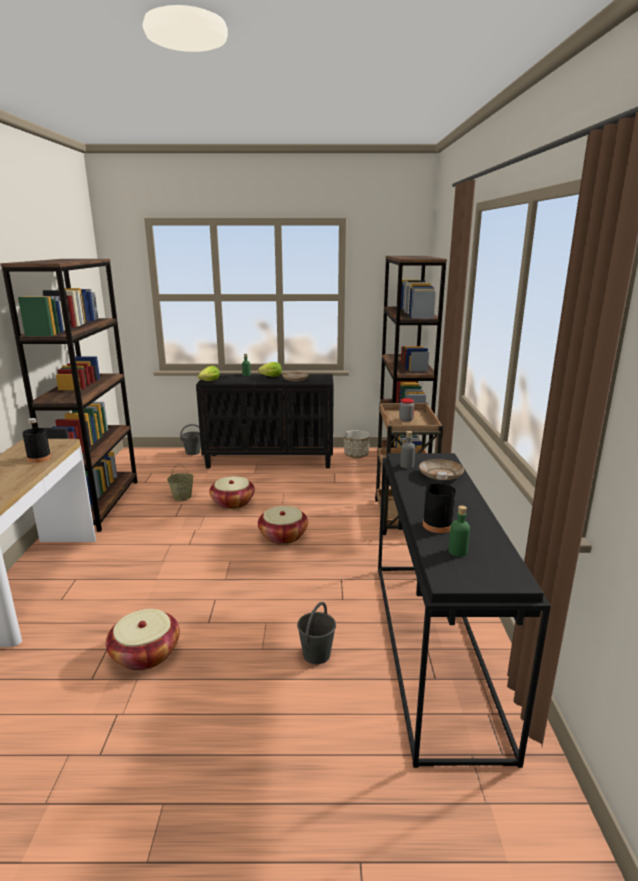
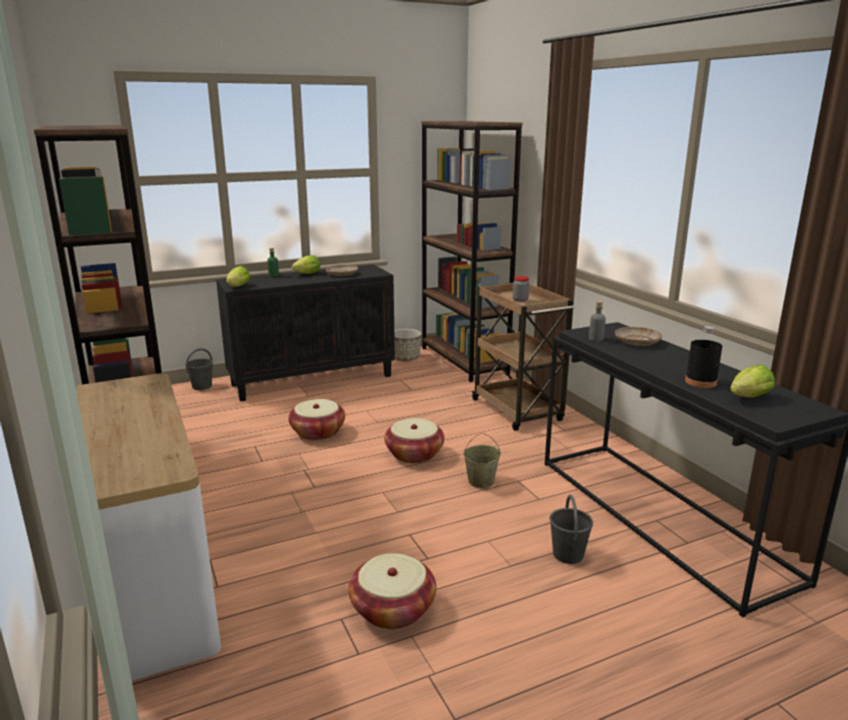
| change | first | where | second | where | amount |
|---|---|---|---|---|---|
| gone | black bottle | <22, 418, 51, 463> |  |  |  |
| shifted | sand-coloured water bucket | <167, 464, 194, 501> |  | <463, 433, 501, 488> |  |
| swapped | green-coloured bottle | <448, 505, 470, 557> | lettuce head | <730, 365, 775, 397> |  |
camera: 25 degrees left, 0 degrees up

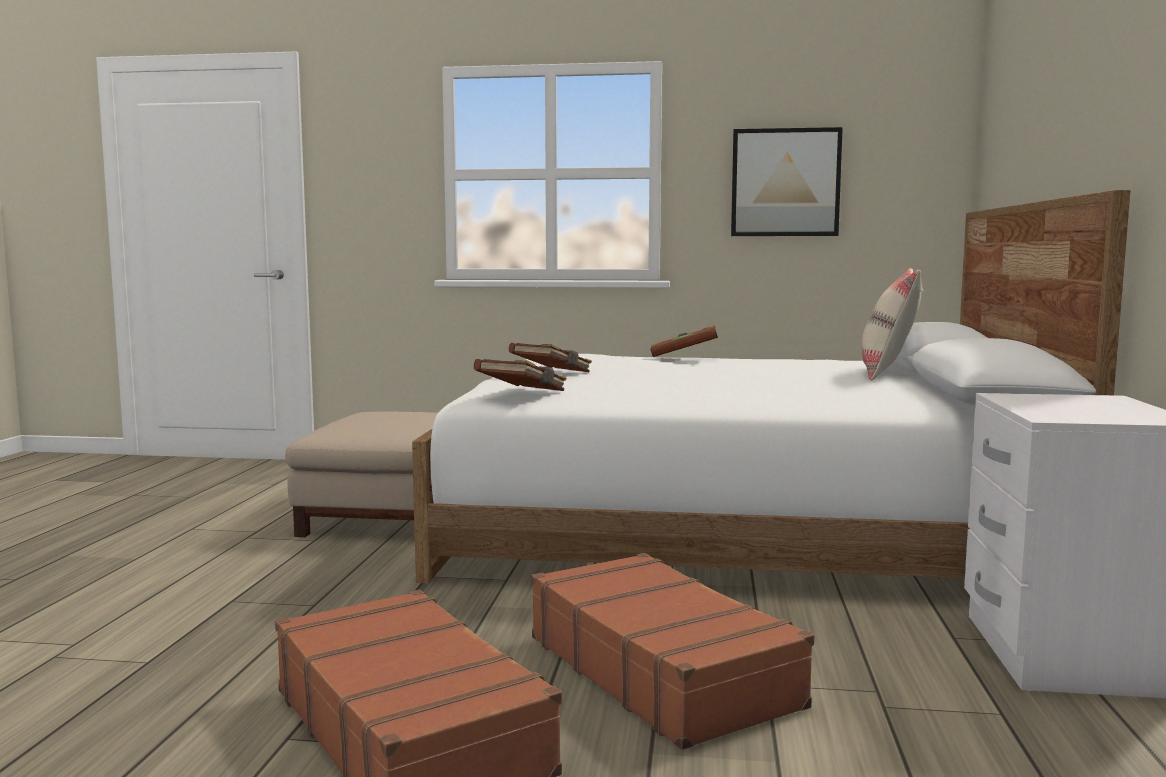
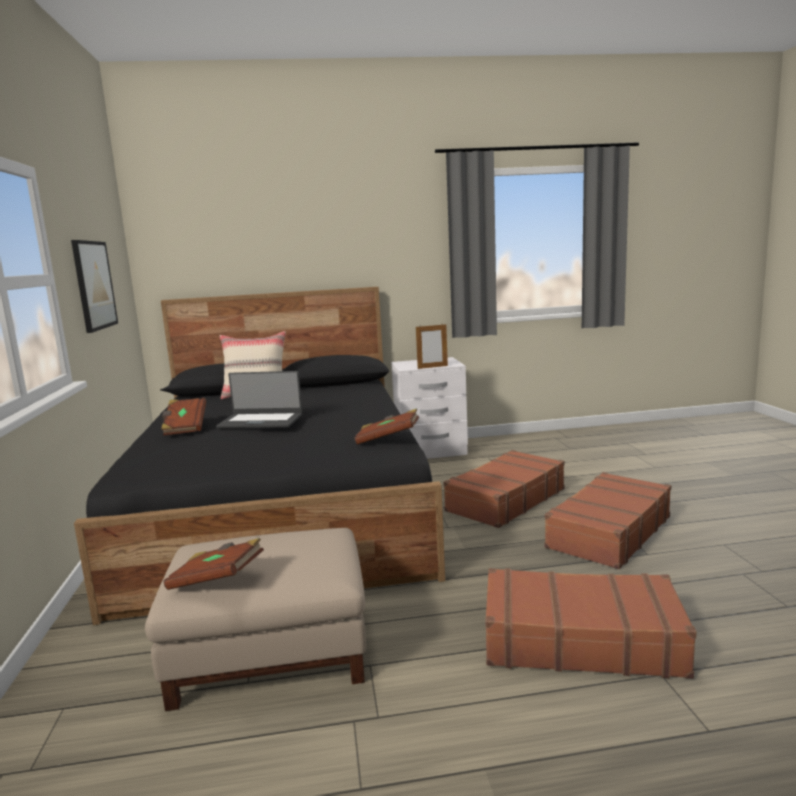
| change | first | where | second | where | amount |
|---|---|---|---|---|---|
| repainted | white sleeping bed | <412, 190, 1130, 584> | black sleeping bed | <74, 287, 445, 625> |  |
| shifted | brown-coloured volume | <509, 343, 592, 372> |  | <164, 538, 264, 590> |  |
| new |  |  | standing frame | <416, 324, 448, 369> |  |
| new |  |  | portable computer | <216, 371, 302, 428> |  |
| new |  |  | brown-coloured piece of luggage | <485, 568, 697, 679> |  |
camera: 105 degrees left, 5 degrees up

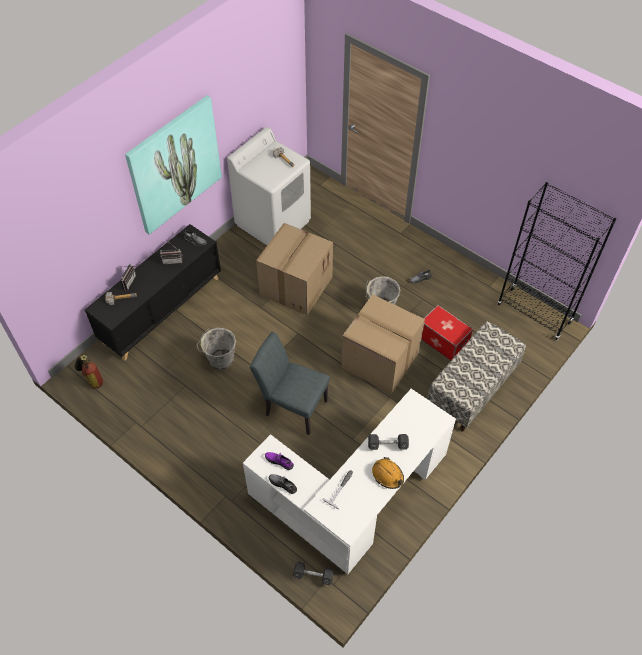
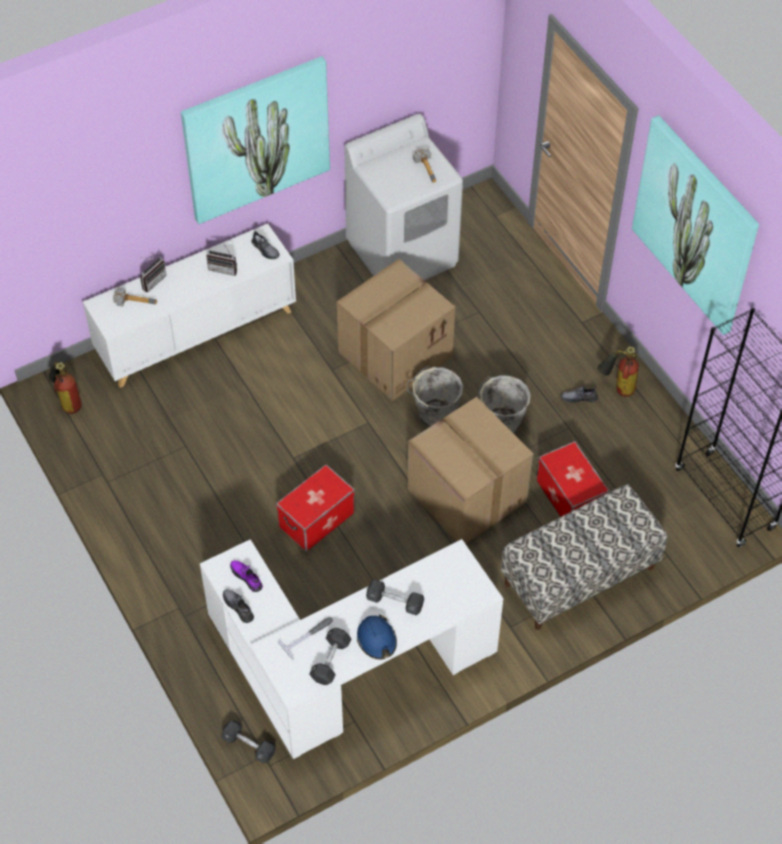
| change | first | where | second | where | amount |
|---|---|---|---|---|---|
| repainted | black cabinet | <85, 224, 221, 361> | white cabinet | <83, 224, 296, 388> |  |
| shifted | grey water bucket | <196, 328, 236, 370> |  | <407, 365, 463, 427> |  |
| swapped | grey chair | <250, 332, 330, 435> | storage bin | <276, 465, 355, 552> |  |
| repainted | orange-coloured work helmet | <372, 457, 404, 489> | blue work helmet | <357, 615, 397, 660> |  |
| new |  |  | wall picture | <632, 115, 759, 335> |  |
| new |  |  | fire extinguisher | <597, 346, 639, 397> |  |
| new |  |  | black free weight | <309, 628, 352, 685> |  |
camera: 20 degrees right, 0 degrees up

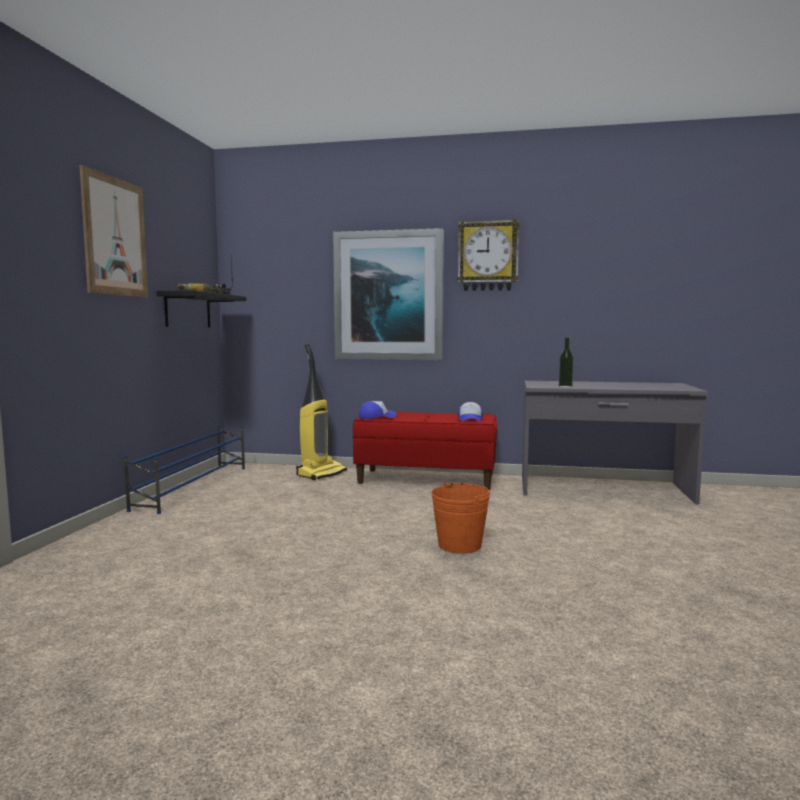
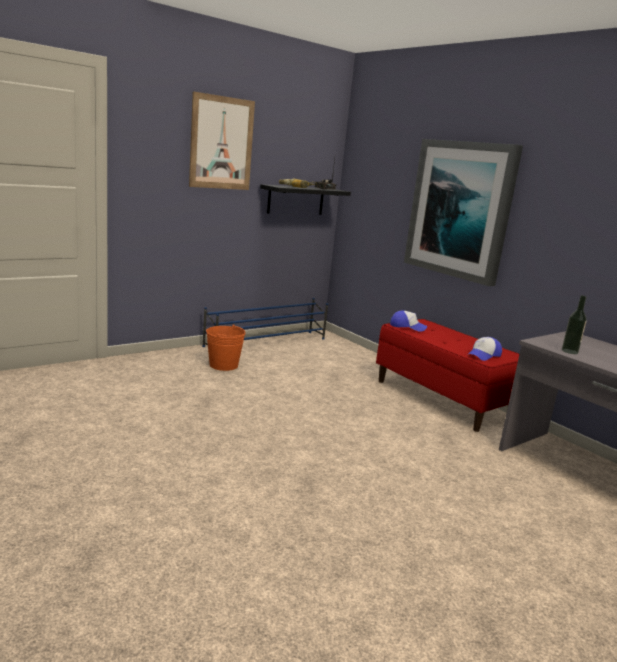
| change | first | where | second | where | amount |
|---|---|---|---|---|---|
| gone | hanging clock | <458, 219, 519, 291> |  |  |  |
| gone | hoover | <296, 343, 347, 481> |  |  |  |
| shifted | orange-coloured water bucket | <431, 482, 490, 554> |  | <206, 324, 245, 371> |  |
camera: 40 degrees right, 10 degrees up

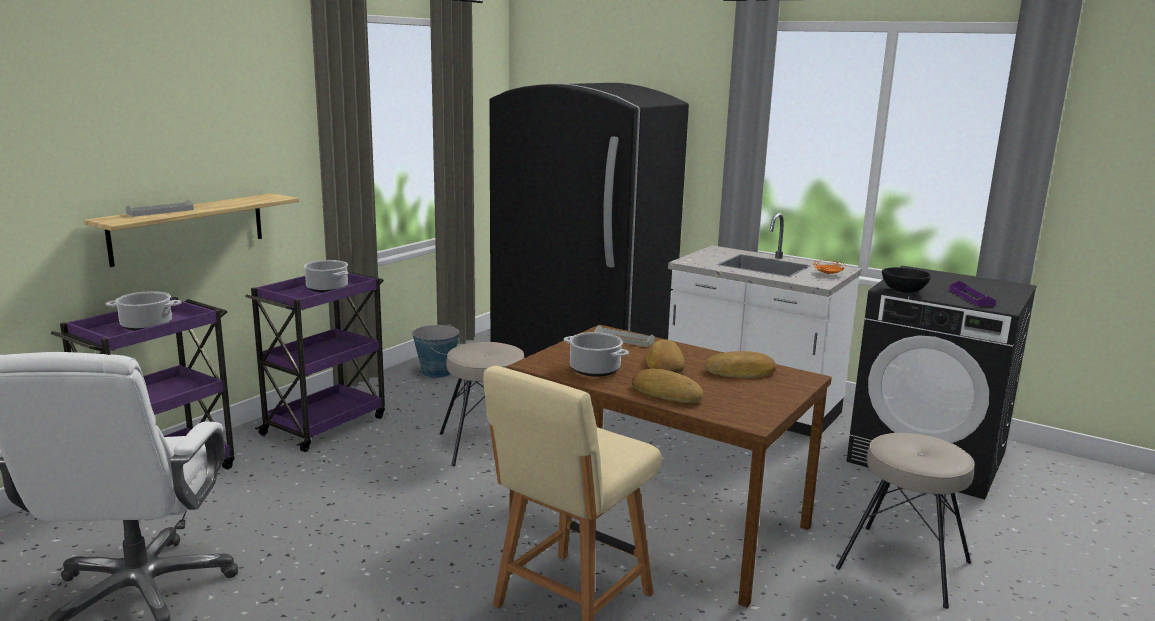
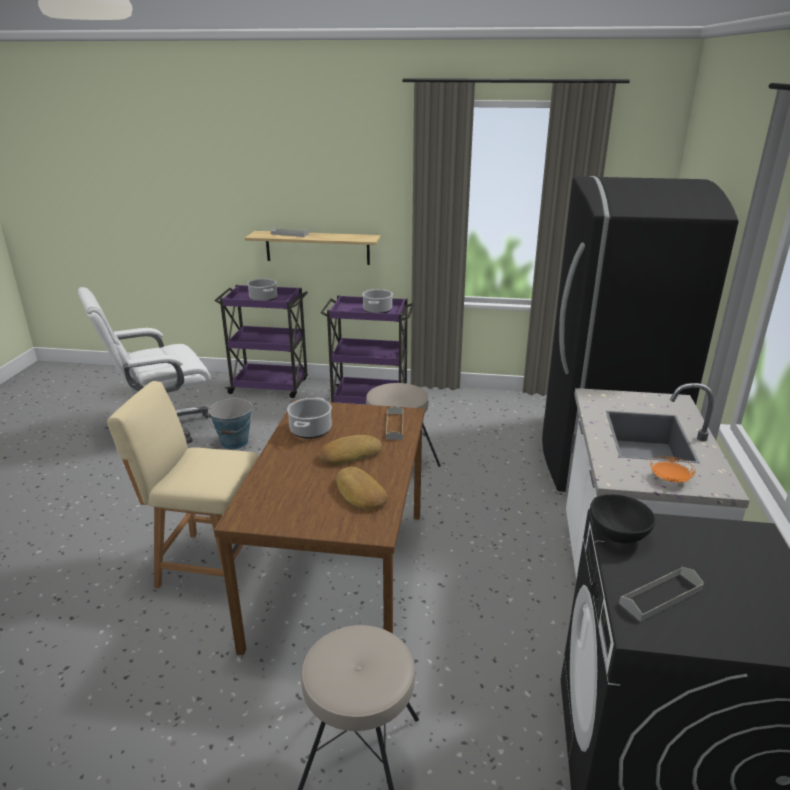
| change | first | where | second | where | amount |
|---|---|---|---|---|---|
| repainted | purple-coloured tray | <949, 281, 996, 306> | grey tray | <619, 567, 704, 622> |  |
| shifted | water bucket | <412, 324, 460, 378> |  | <208, 398, 252, 450> |  |
| gone | bakery bread | <631, 369, 704, 403> |  |  |  |
camera: 65 degrees right, 10 degrees up

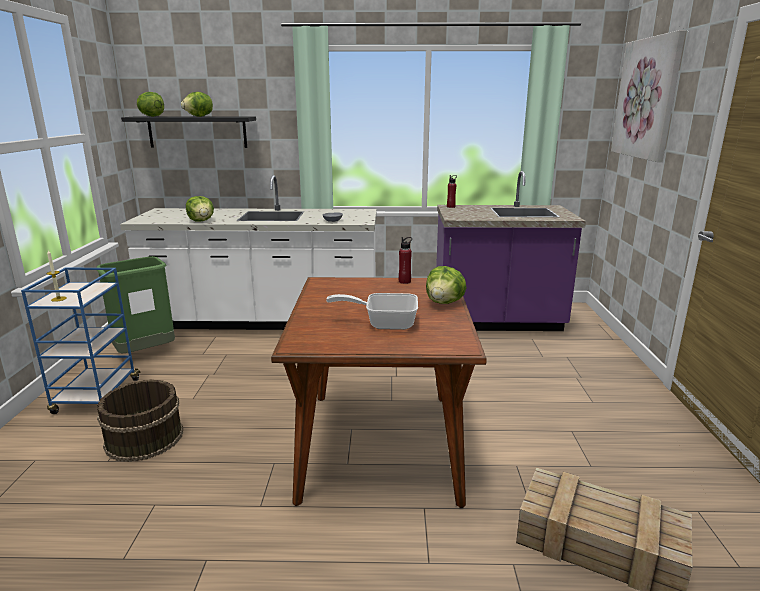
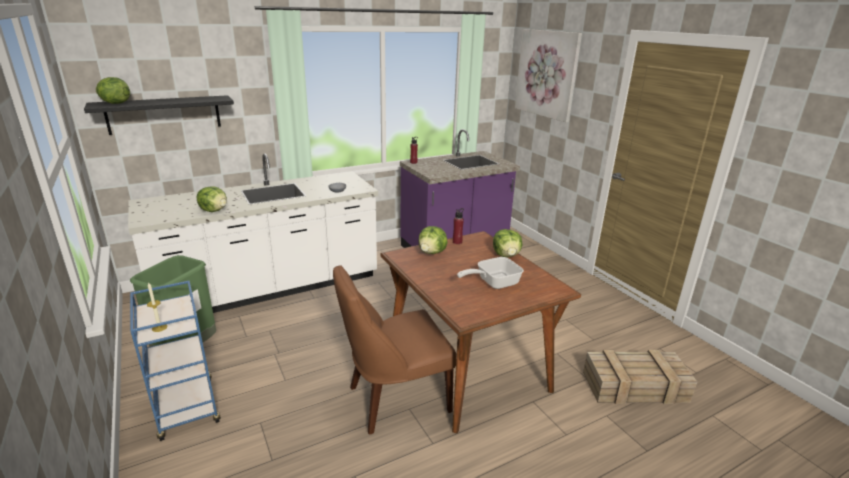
| change | first | where | second | where | amount |
|---|---|---|---|---|---|
| shifted | lettuce head | <181, 92, 213, 117> |  | <418, 226, 448, 254> |  |
| gone | brown-coloured water bucket | <97, 380, 183, 462> |  |  |  |
| new |  |  | brown-coloured chair | <333, 265, 456, 435> |  |
camera: 30 degrees left, 5 degrees up

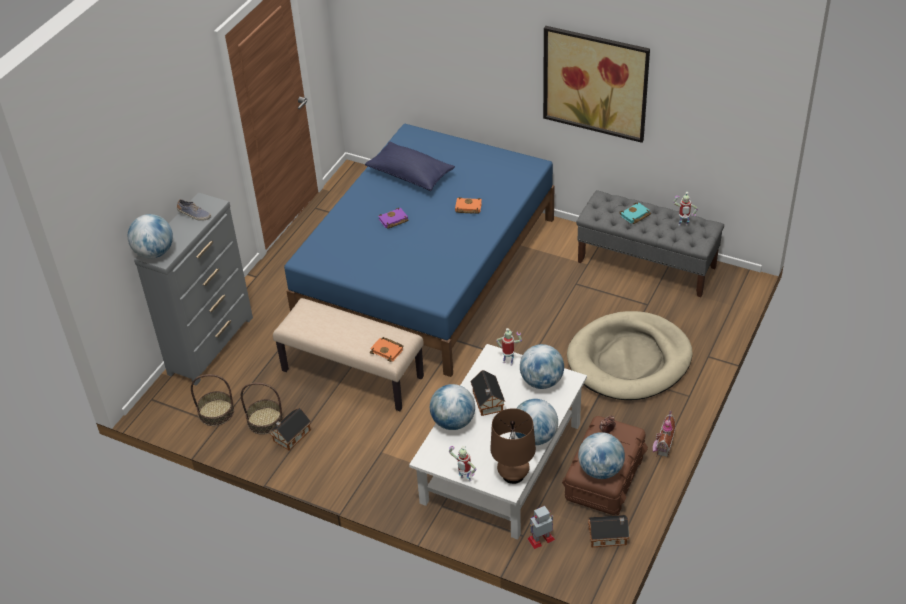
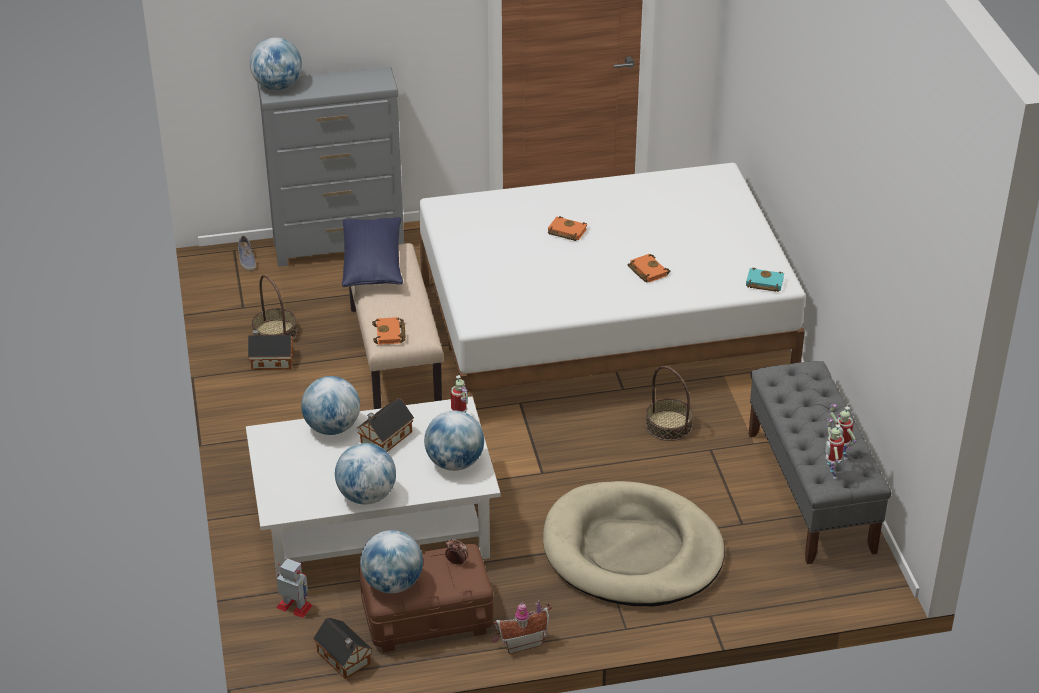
| change | first | where | second | where | amount |
|---|---|---|---|---|---|
| gone | wall picture | <543, 26, 650, 143> |  |  |  |
| repainted | blue sleeping bed | <284, 124, 554, 377> | white sleeping bed | <419, 163, 806, 394> |  |
| shifted | blue throw pillow | <365, 141, 455, 191> |  | <342, 217, 403, 287> |  |
| shifted | shoe | <177, 199, 211, 221> |  | <238, 235, 256, 271> |  |
| shifted | turquoise-coloured volume | <619, 202, 651, 224> |  | <746, 268, 784, 292> |  |
| repainted | purple-coloured volume | <378, 208, 408, 229> | orange-coloured volume | <548, 216, 587, 241> |  |
| shifted | basket | <191, 374, 234, 426> |  | <646, 366, 693, 441> |  |
| gone | brown-coloured lamp for a table | <490, 408, 536, 484> |  |  |  |
| shifted | robot figure | <449, 446, 477, 481> |  | <825, 419, 844, 479> |  |
camera: 50 degrees right, 5 degrees down

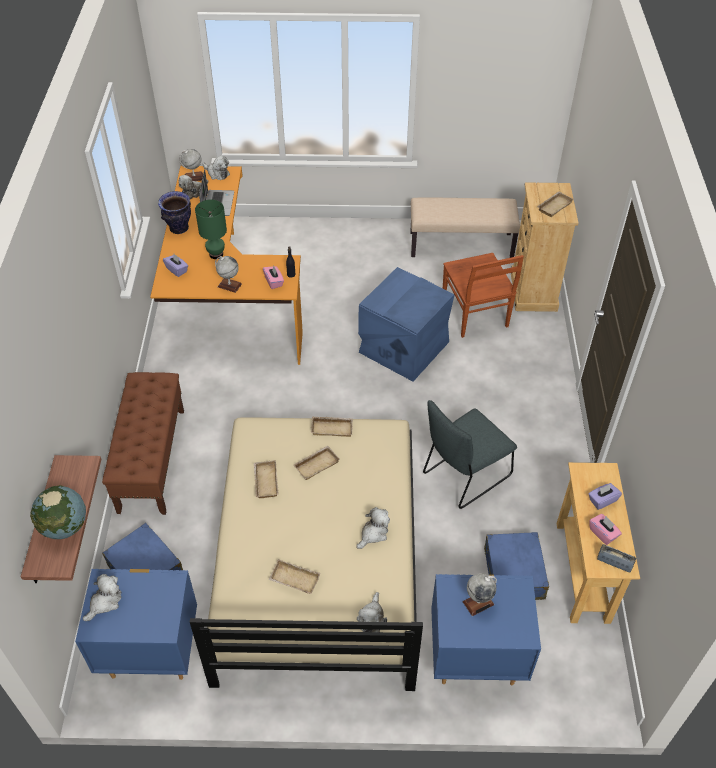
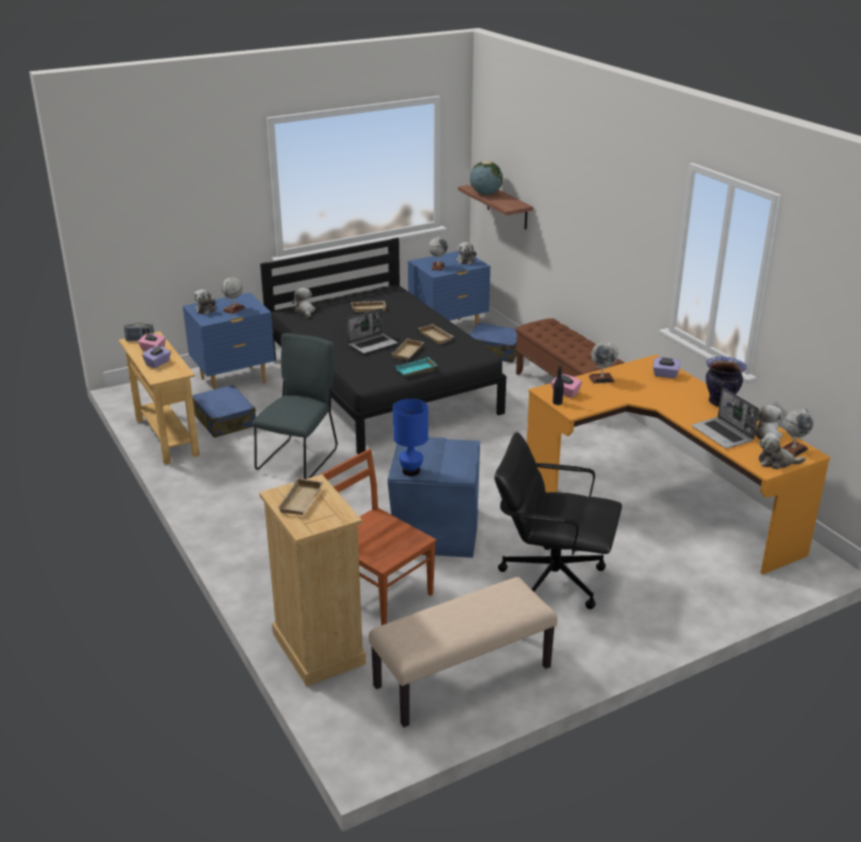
| change | first | where | second | where | amount |
|---|---|---|---|---|---|
| gone | green-coloured lamp for a table | <195, 200, 227, 259> |  |  |  |
| repainted | sand-coloured sleeping bed | <190, 417, 423, 691> | black sleeping bed | <260, 238, 506, 454> |  |
| repainted | sand-coloured tray | <311, 417, 353, 437> | turquoise-coloured tray | <396, 357, 437, 376> |  |
| shifted | plush toy | <356, 507, 390, 549> |  | <194, 289, 216, 314> |  |
| new |  |  | world globe | <429, 235, 448, 271> |  |
| new |  |  | portable computer | <347, 308, 398, 354> |  |
| new |  |  | blue lamp for a table | <393, 399, 428, 476> |  |
| new |  |  | black office chair | <494, 432, 622, 609> |  |
camera: 150 degrees right, 20 degrees down

